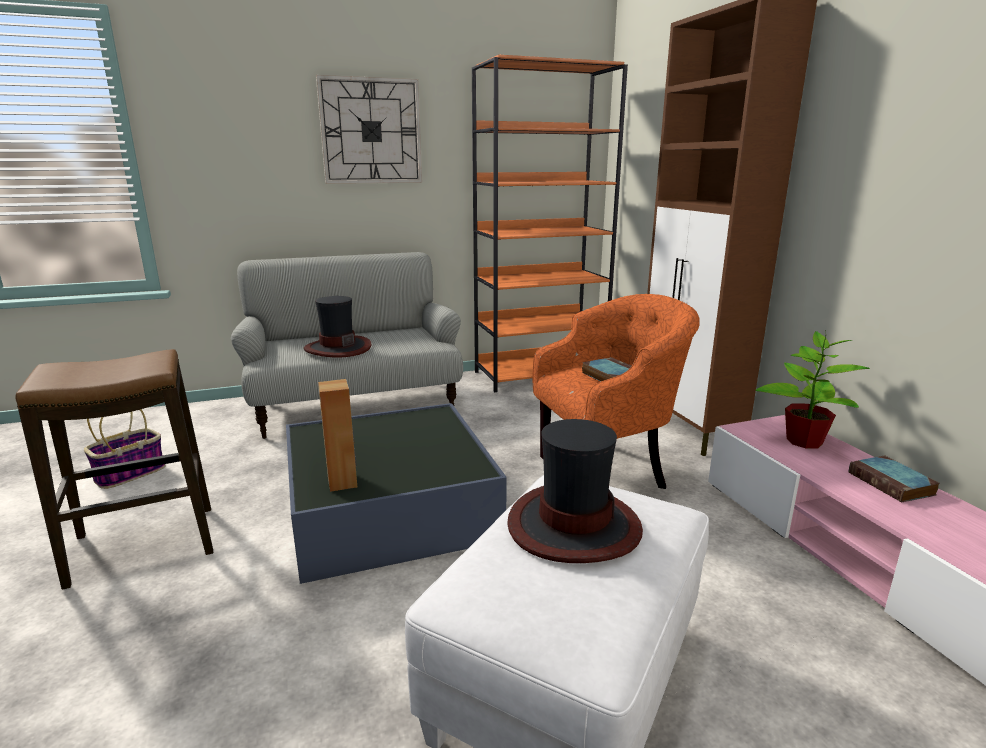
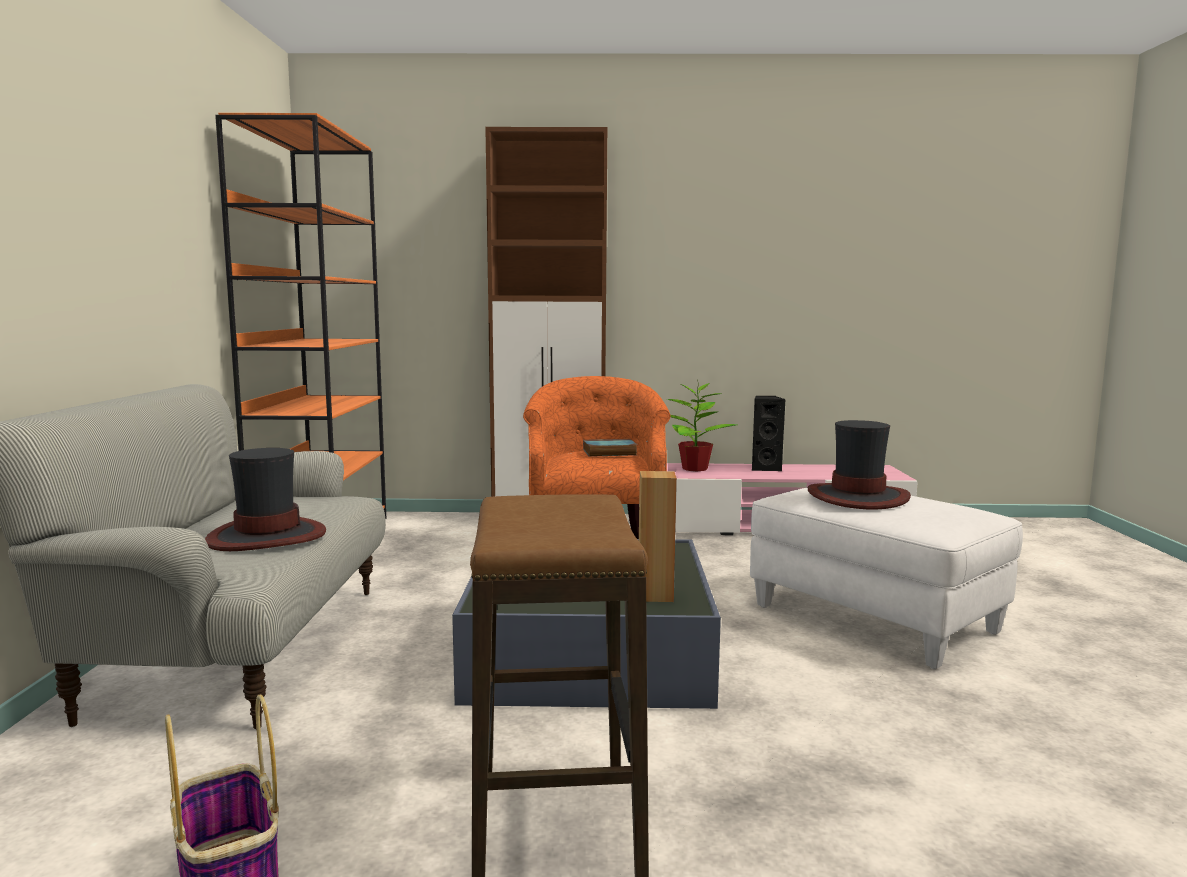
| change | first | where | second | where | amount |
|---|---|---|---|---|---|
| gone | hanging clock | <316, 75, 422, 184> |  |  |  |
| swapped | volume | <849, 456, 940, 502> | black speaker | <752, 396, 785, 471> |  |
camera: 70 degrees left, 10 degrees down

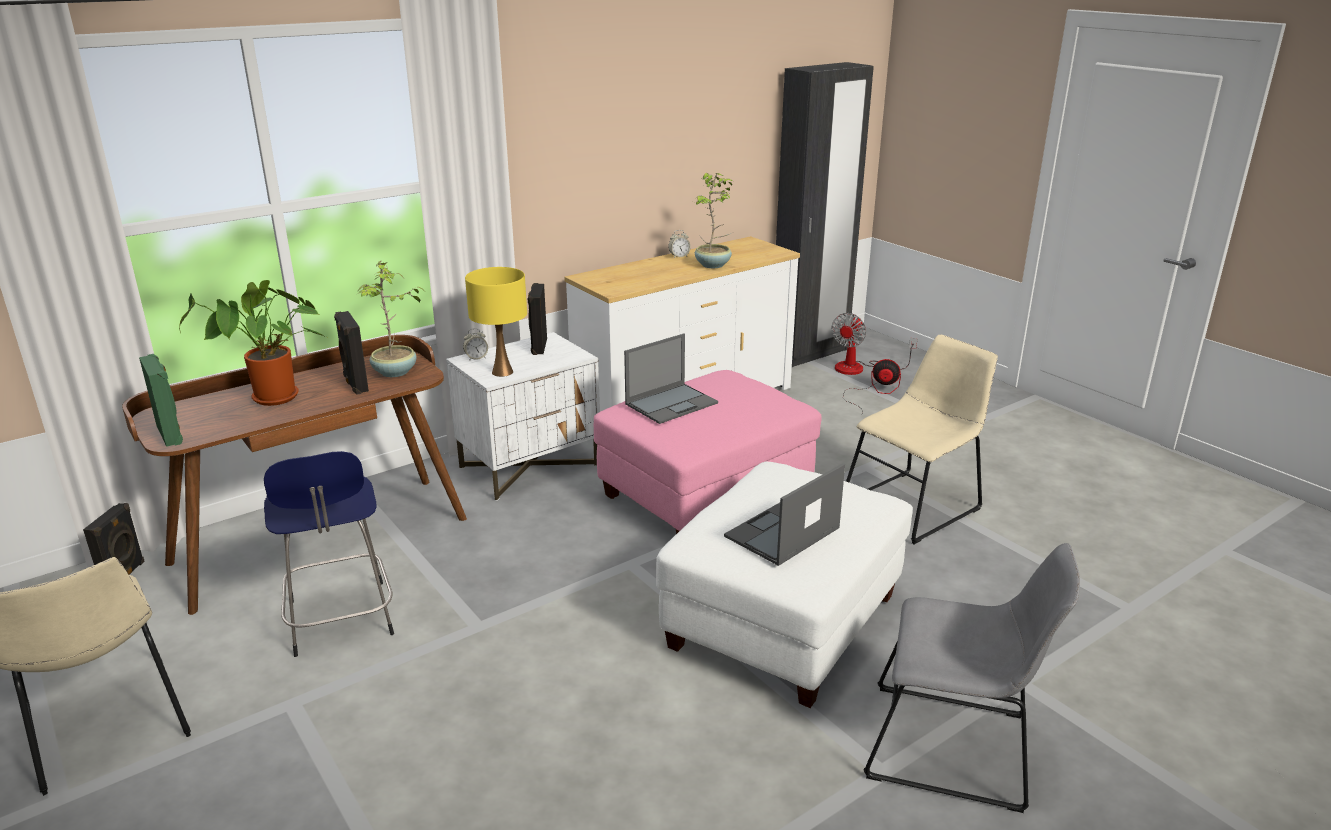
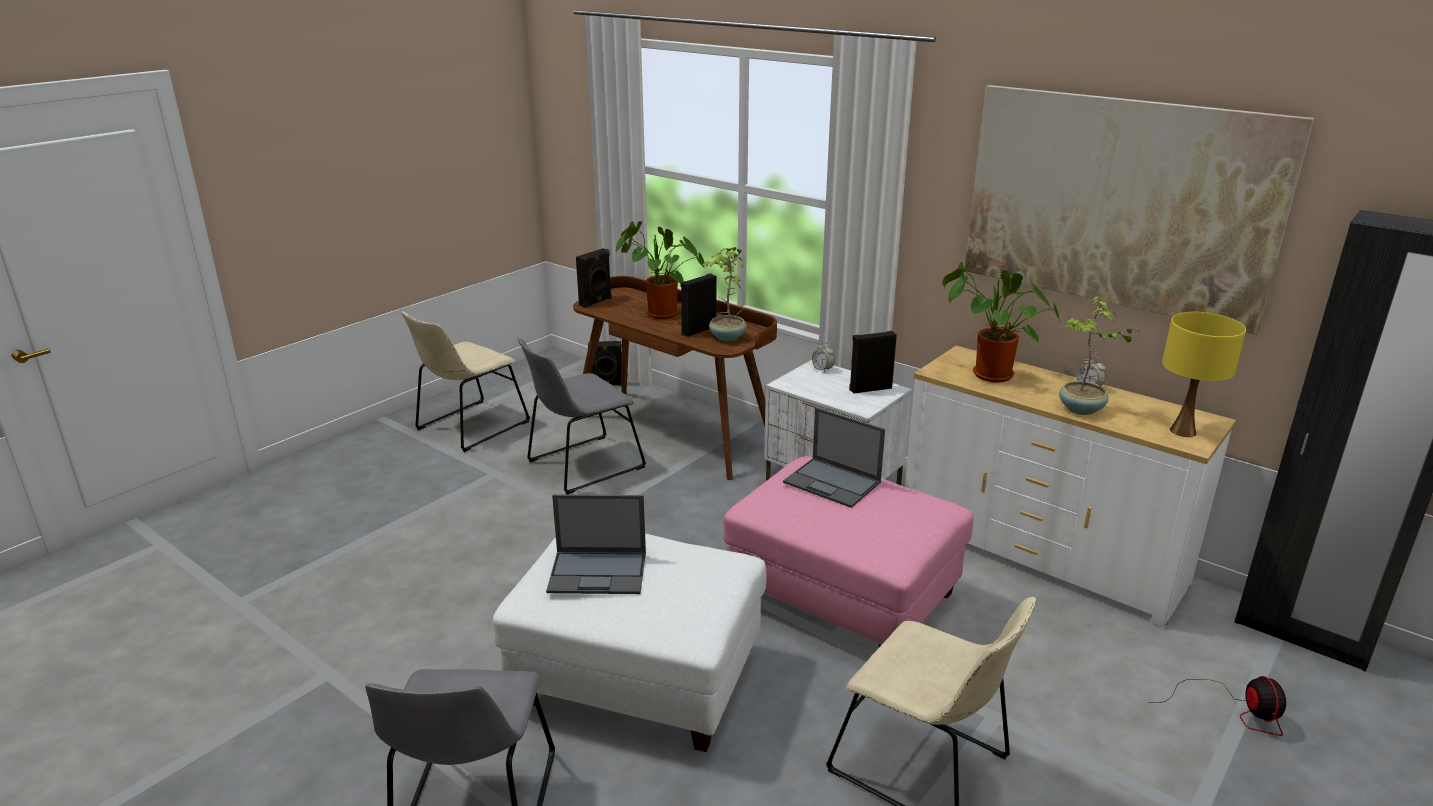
| change | first | where | second | where | amount |
|---|---|---|---|---|---|
| shifted | yellow lamp for a table | <465, 267, 527, 377> |  | <1162, 312, 1246, 437> |  |
| gone | cooling fan | <831, 313, 917, 375> |  |  |  |
| repainted | green-coloured speaker | <139, 354, 183, 447> | black speaker | <576, 248, 612, 308> |  |
| swapped | blue stool | <264, 451, 394, 657> | grey chair | <517, 338, 646, 495> |  |
| rotated | portable computer | <724, 463, 845, 566> |  | <546, 494, 646, 594> | 150 degrees clockwise |
| new |  |  | wall picture | <965, 85, 1314, 335> |  |
| new |  |  | potted plant | <942, 262, 1060, 383> |  |
camera: 75 degrees right, 0 degrees up

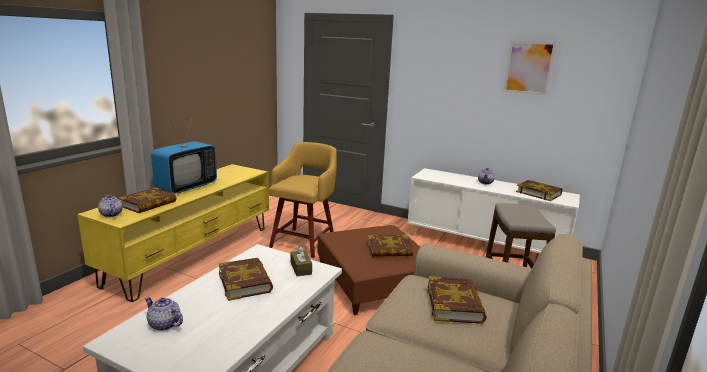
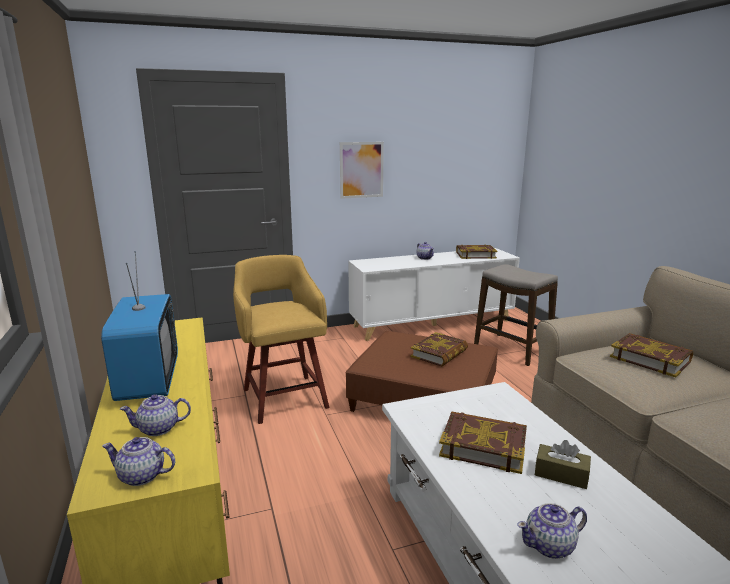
| change | first | where | second | where | amount |
|---|---|---|---|---|---|
| shifted | wall picture | <503, 40, 556, 96> |  | <340, 142, 384, 199> |  |
| swapped | volume | <118, 187, 176, 213> | pot for tea | <120, 394, 191, 436> |  |
| shifted | brown-coloured tissue box | <291, 246, 312, 276> |  | <535, 440, 591, 489> |  |
camera: 45 degrees left, 0 degrees up

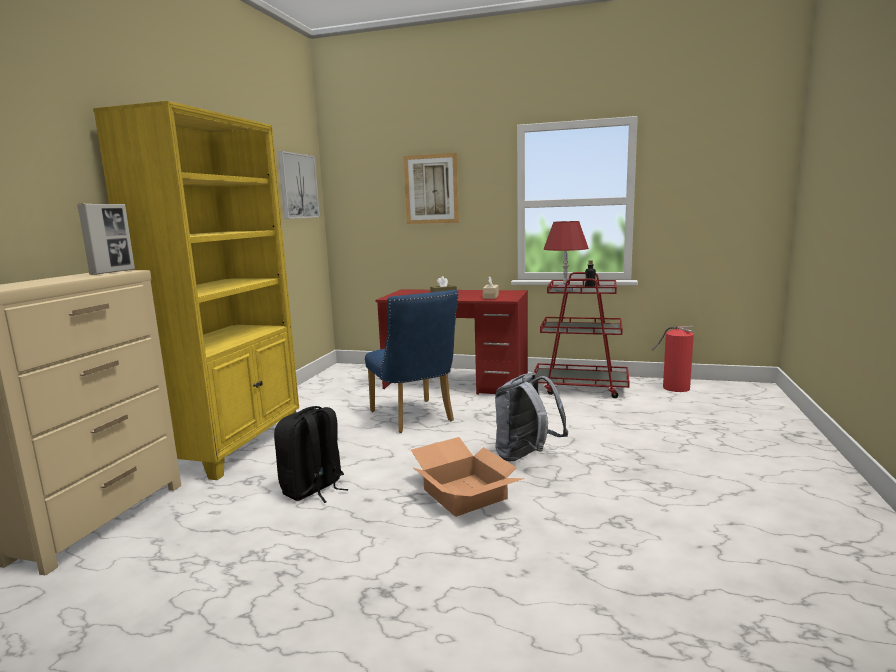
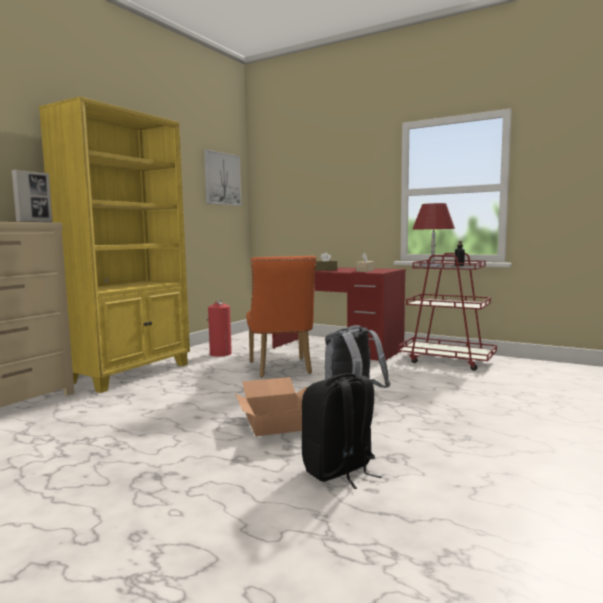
| change | first | where | second | where | amount |
|---|---|---|---|---|---|
| gone | wall picture | <404, 153, 459, 224> |  |  |  |
| repainted | blue chair | <365, 290, 458, 433> | orange-coloured chair | <246, 256, 317, 378> |  |
| shifted | fire extinguisher | <652, 326, 694, 392> |  | <207, 300, 232, 357> |  |
| shifted | black knapsack | <274, 406, 349, 503> |  | <302, 373, 382, 489> |  |
camera: 15 degrees right, 5 degrees down

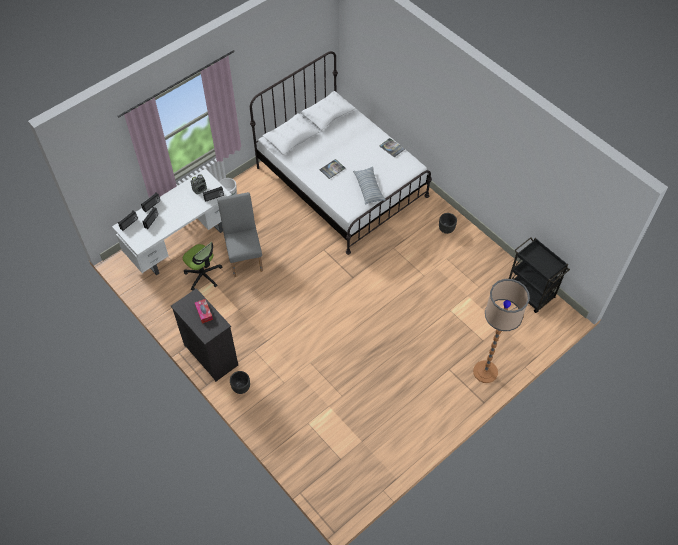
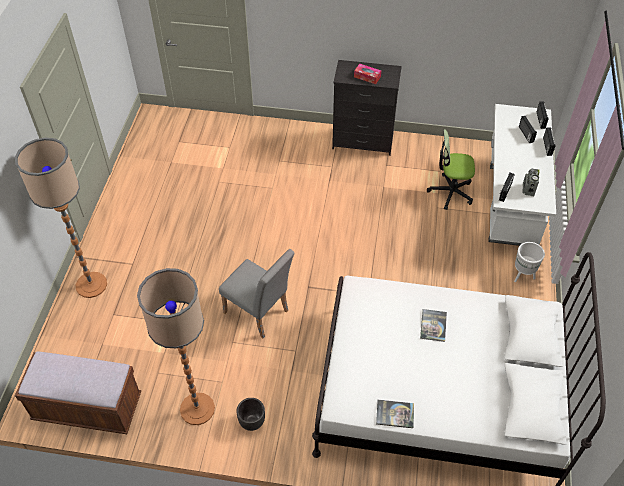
| change | first | where | second | where | amount |
|---|---|---|---|---|---|
| gone | throw pillow | <353, 167, 386, 205> |  |  |  |
| shifted | grey chair | <217, 192, 263, 277> |  | <219, 249, 295, 338> |  |
| swapped | black wheeled cart | <509, 237, 570, 313> | brown-coloured indoor bench | <15, 351, 141, 434> |  |
| gone | black planter | <230, 371, 250, 394> |  |  |  |
| new |  |  | standing lamp | <137, 268, 215, 425> |  |
camera: 140 degrees right, 5 degrees down

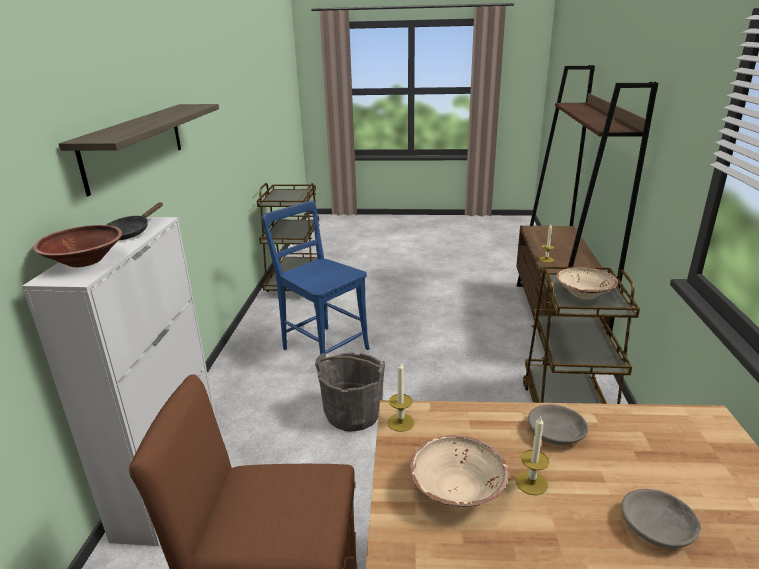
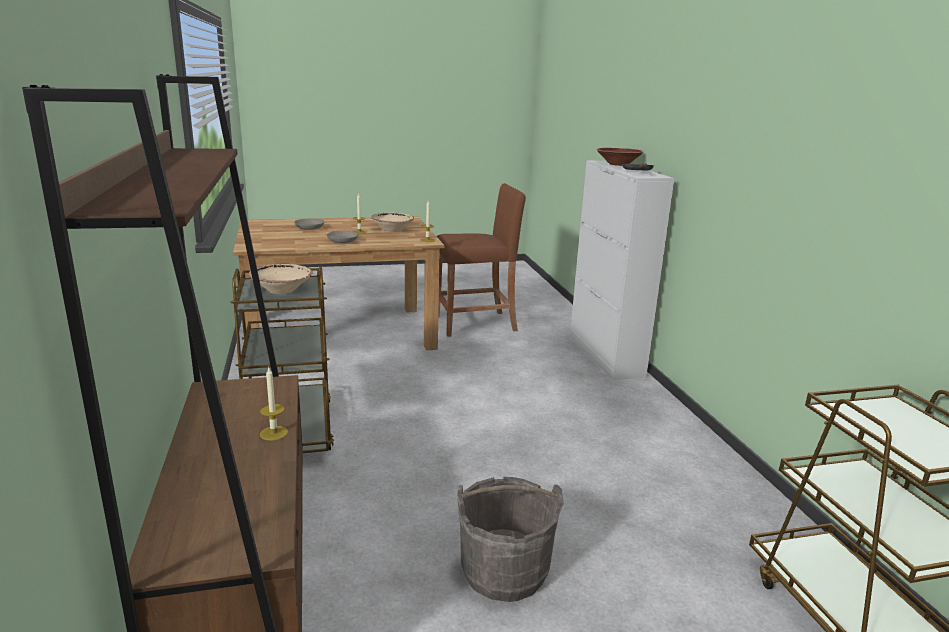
| change | first | where | second | where | amount |
|---|---|---|---|---|---|
| gone | wall shelf | <59, 104, 219, 196> |  |  |  |
| gone | blue chair | <262, 201, 370, 357> |  |  |  |
| shifted | grey water bucket | <315, 352, 386, 432> |  | <457, 477, 563, 602> |  |
camera: 160 degrees right, 5 degrees down

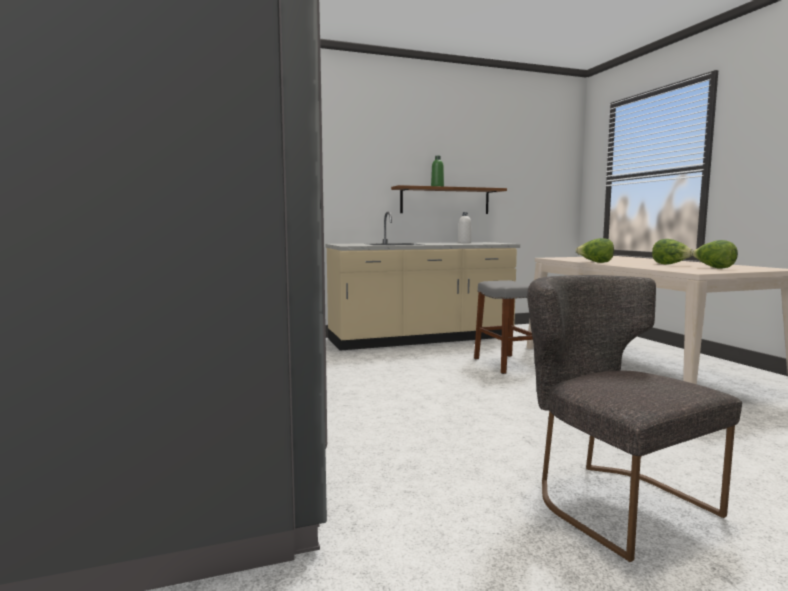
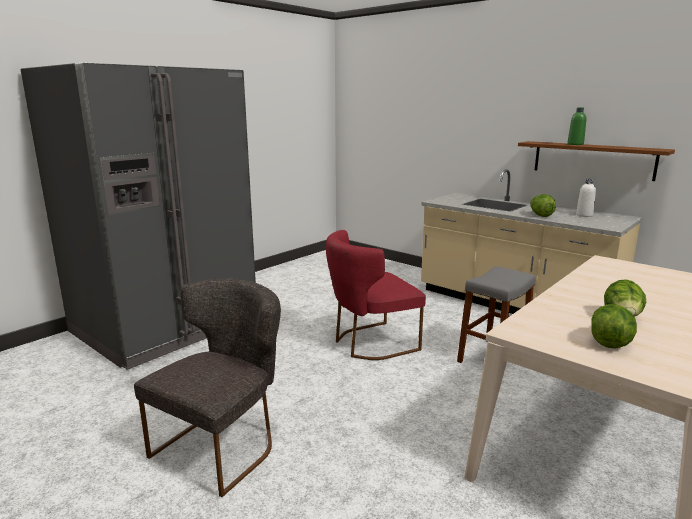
| change | first | where | second | where | amount |
|---|---|---|---|---|---|
| shifted | lettuce head | <575, 238, 614, 263> |  | <530, 194, 556, 217> |  |
| new |  |  | red chair | <326, 230, 426, 360> |  |
camera: 60 degrees right, 10 degrees up

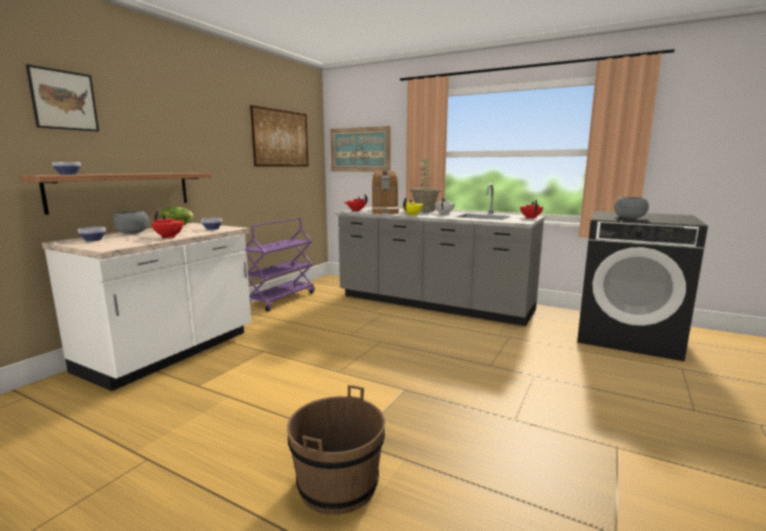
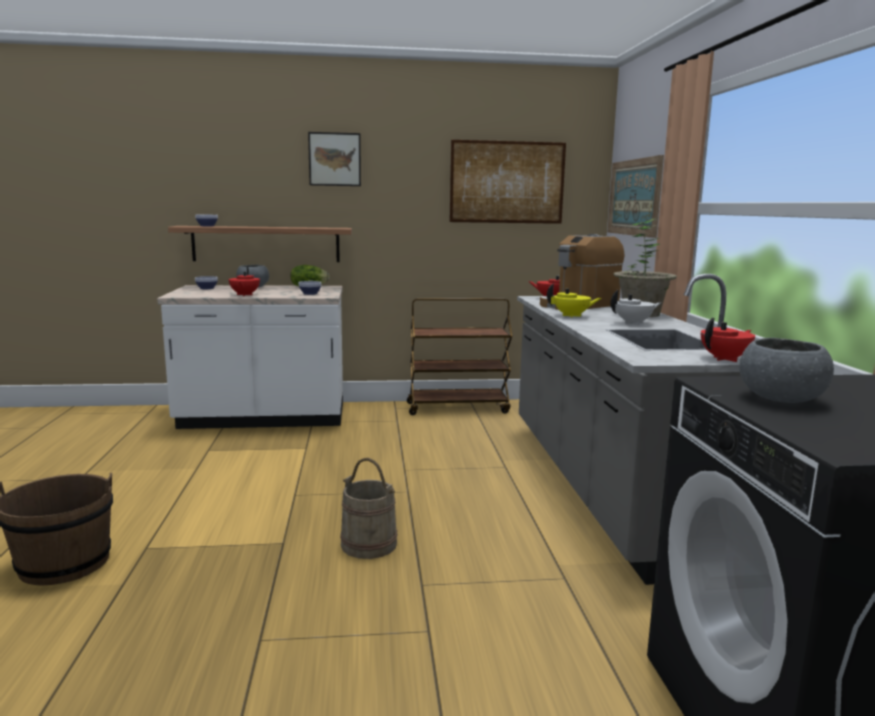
| change | first | where | second | where | amount |
|---|---|---|---|---|---|
| shifted | wall picture | <26, 64, 99, 132> |  | <308, 132, 361, 186> |  |
| repainted | purple-coloured wheeled cart | <244, 218, 315, 312> | brown-coloured wheeled cart | <407, 298, 512, 415> |  |
| new |  |  | sand-coloured water bucket | <340, 458, 397, 559> |  |
camera: 55 degrees right, 0 degrees up

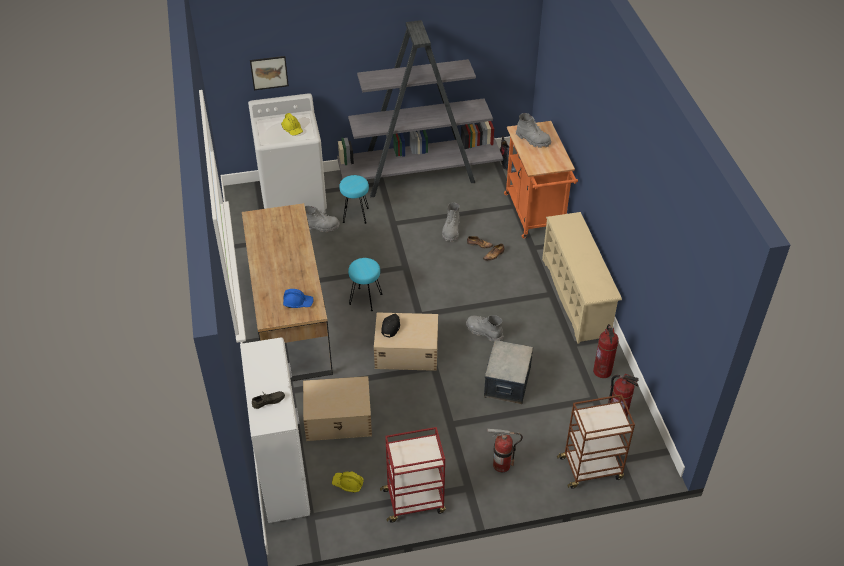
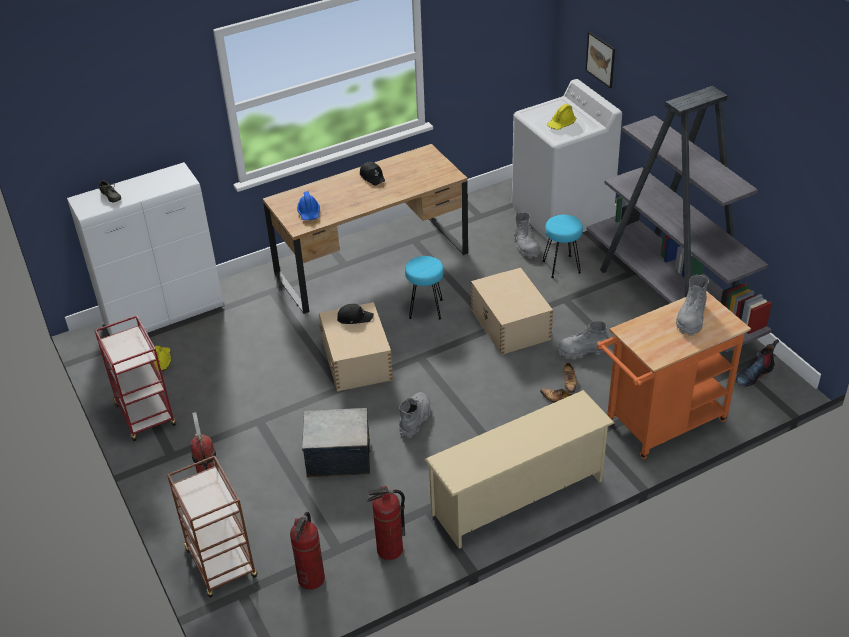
| change | first | where | second | where | amount |
|---|---|---|---|---|---|
| shifted | sand-coloured storage bin | <303, 376, 372, 441> |  | <471, 267, 553, 355> |  |
| new |  |  | black peaked cap | <360, 162, 385, 185> |  |
camera: 75 degrees right, 5 degrees down

